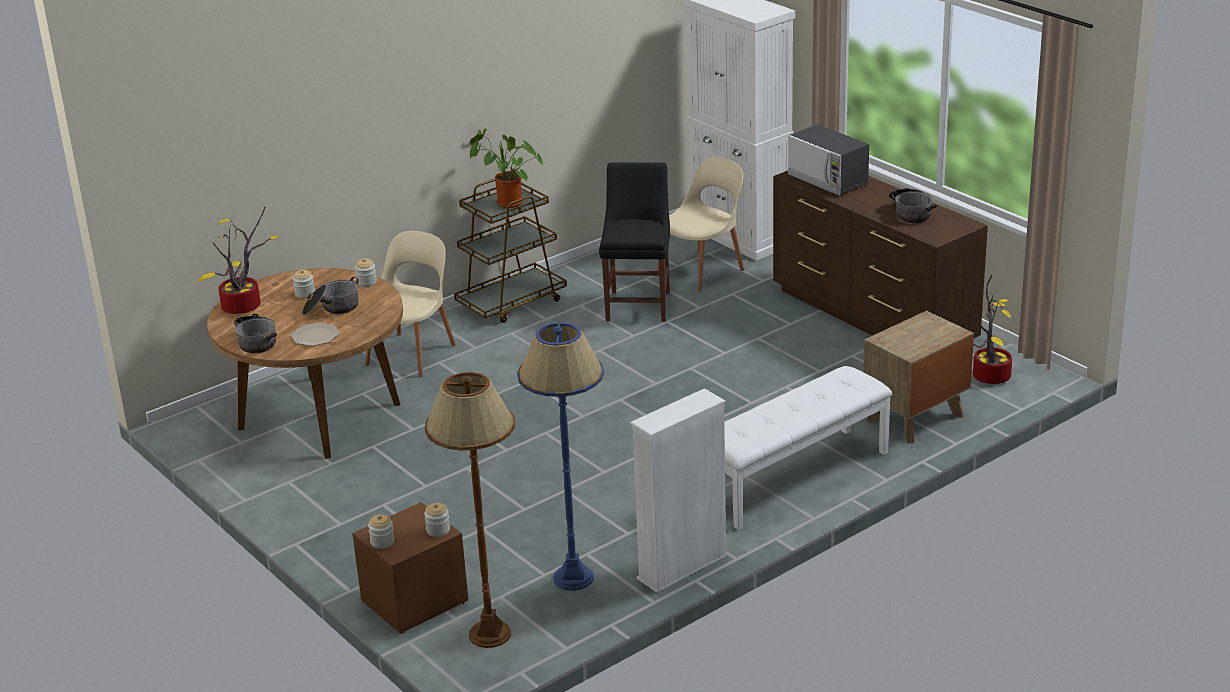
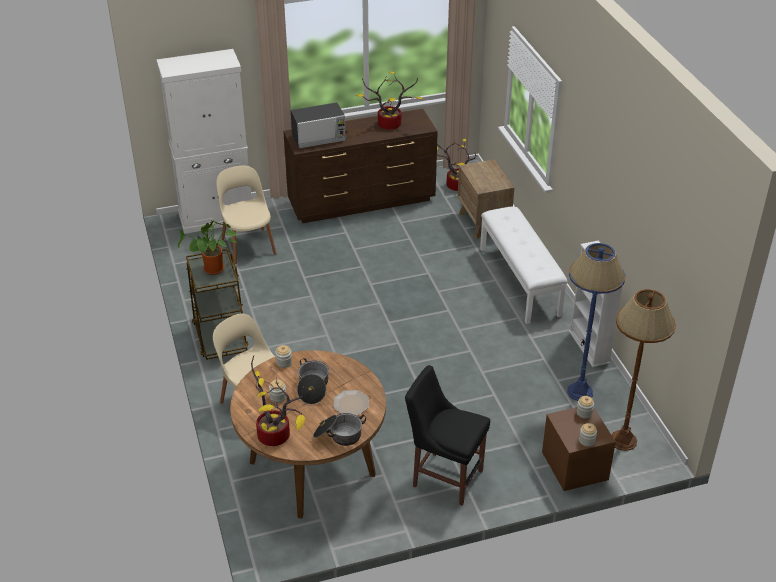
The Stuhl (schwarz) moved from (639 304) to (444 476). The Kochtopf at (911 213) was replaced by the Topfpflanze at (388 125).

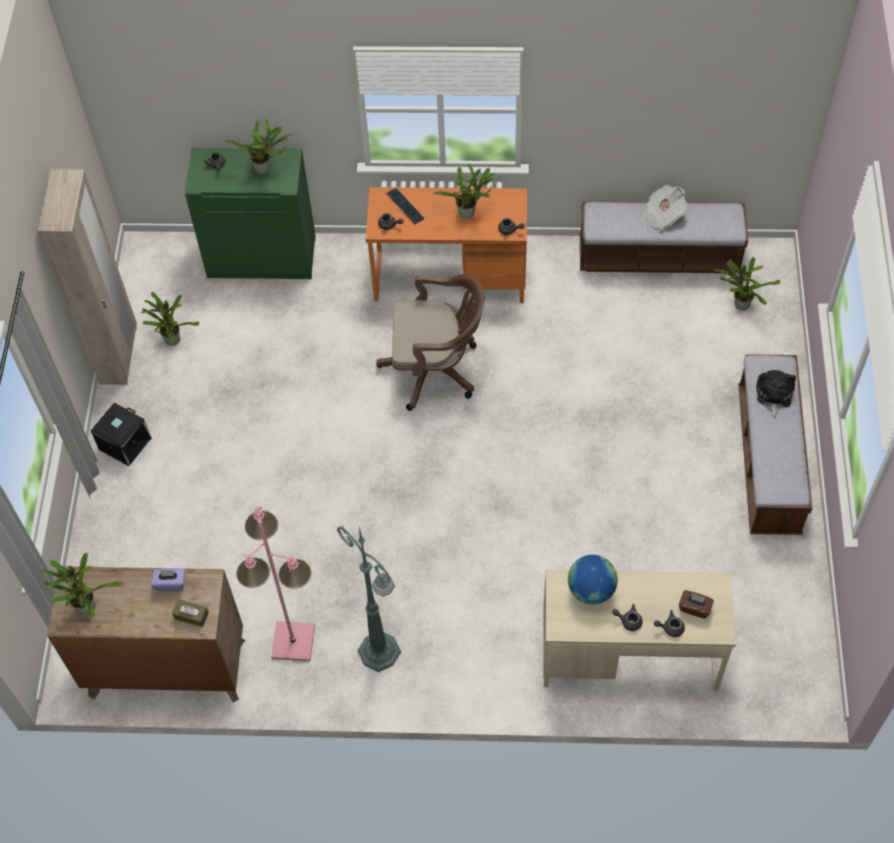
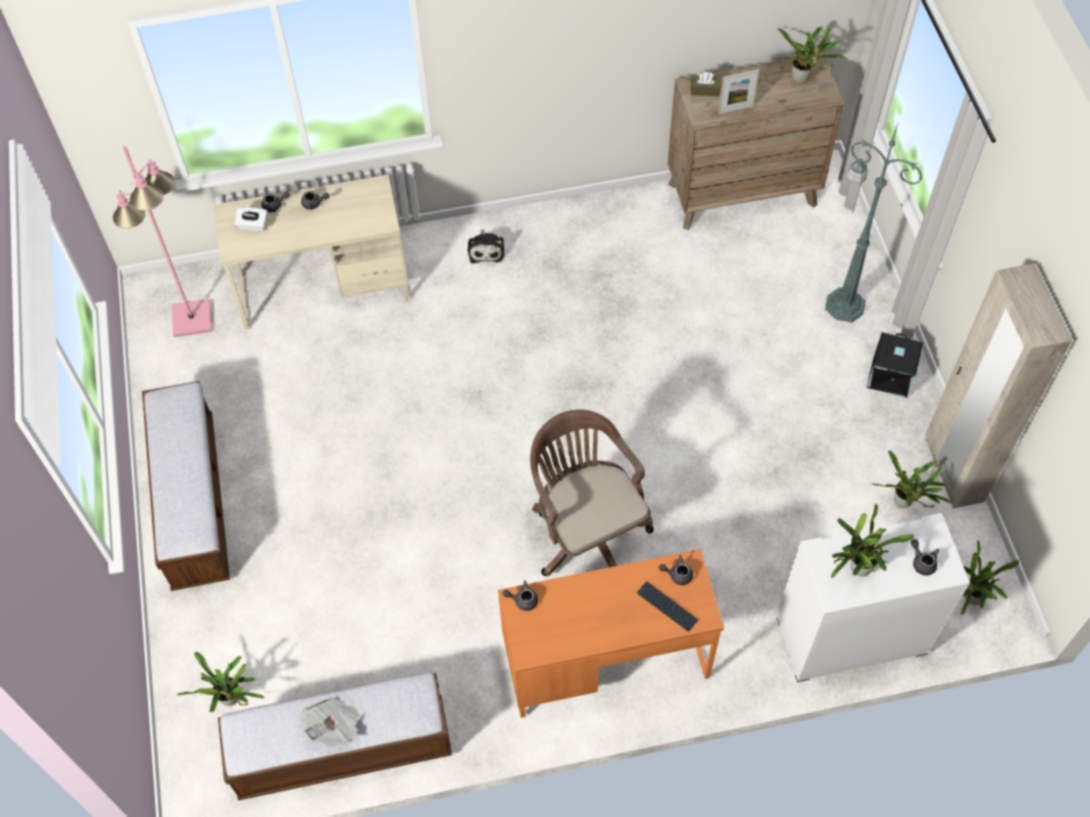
The Taschentuchbox (lila) at (170 583) was replaced by the Bilderrahmen at (735 109). The Schrank (grün) at (262 256) became the Schrank (weiß) at (851 636). The Stehlampe (rosa) moved from (294 641) to (191 319). The Stehlampe (grün) moved from (380 653) to (843 304). The Bürostuhl (braun) at (436 369) turned 75 degrees clockwise. The Topfpflanze moved from (469 213) to (971 599). The Globus at (590 590) disappeared. The Taschentuchbox (braun) at (694 608) became the Taschentuchbox (weiß) at (253 225). The Plüschtier moved from (773 395) to (486 250).

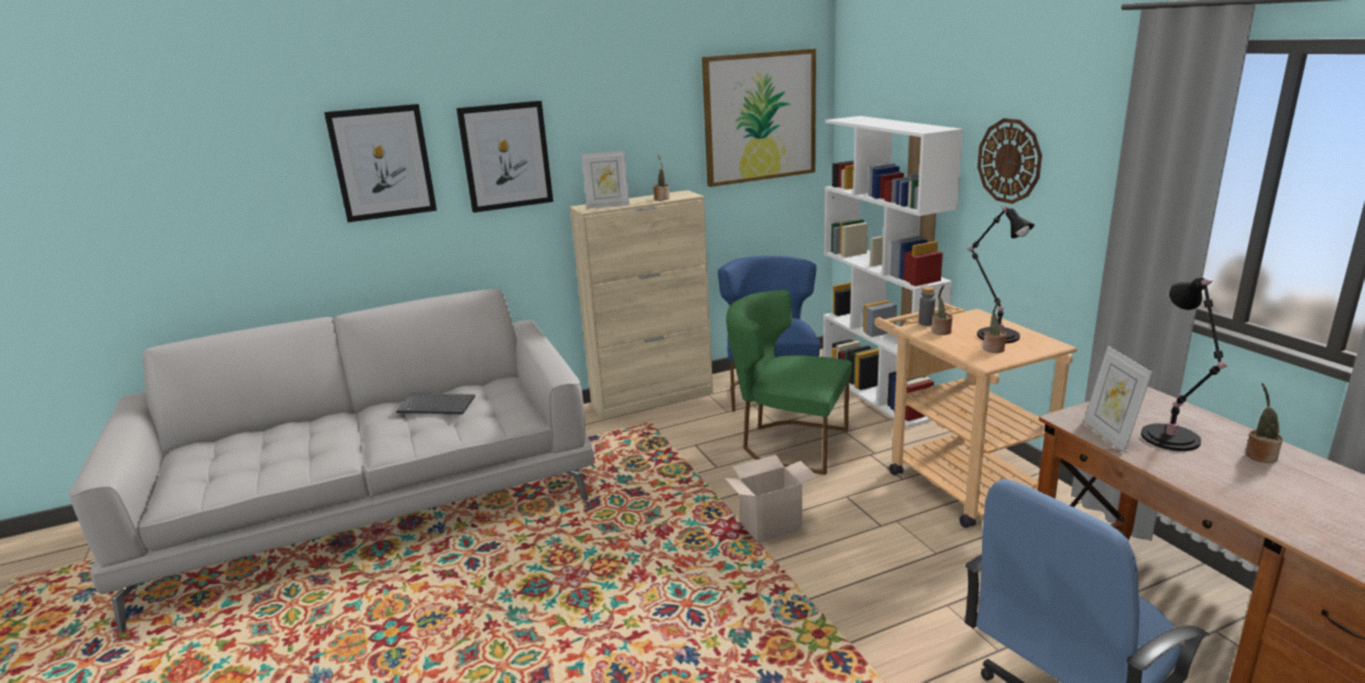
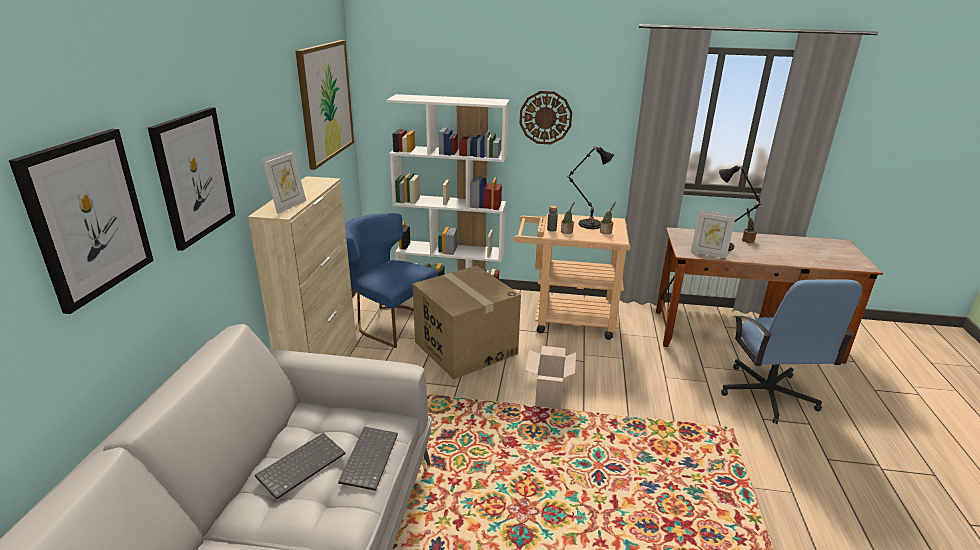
The Topfpflanze at (661 198) disappeared. The Stuhl (grün) at (788 444) was replaced by the Karton at (465 348). The Tastatur at (368 458) appeared.

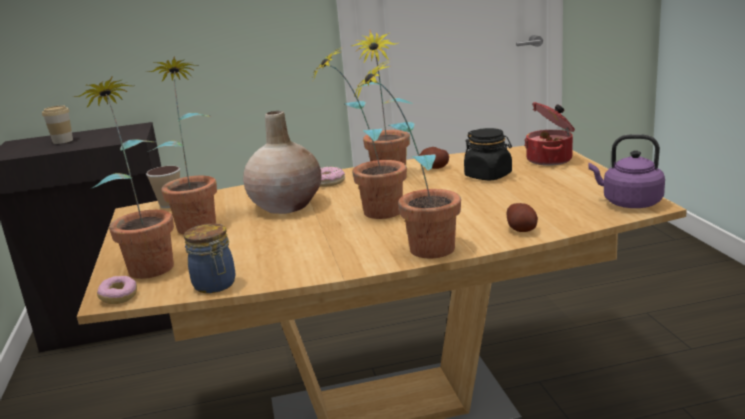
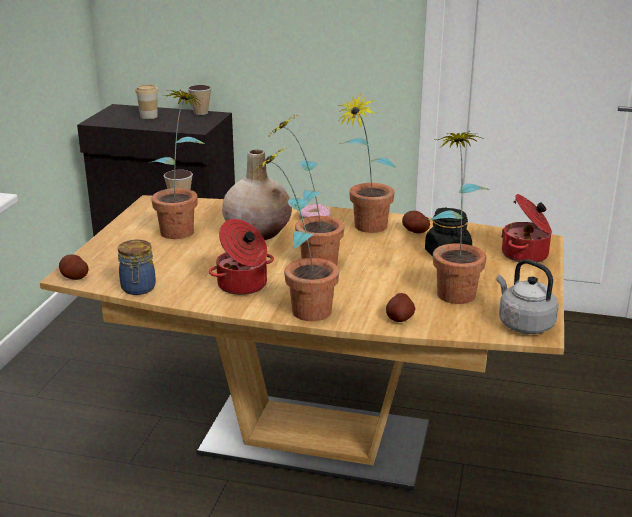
The Topfpflanze moved from (148 263) to (454 289). The Donut at (119 297) was replaced by the Kartoffel at (74 277). The Wasserkessel (lila) at (628 203) became the Wasserkessel (grau) at (523 324). The Tasse at (201 113) appeared. The Kochtopf at (243 285) appeared.

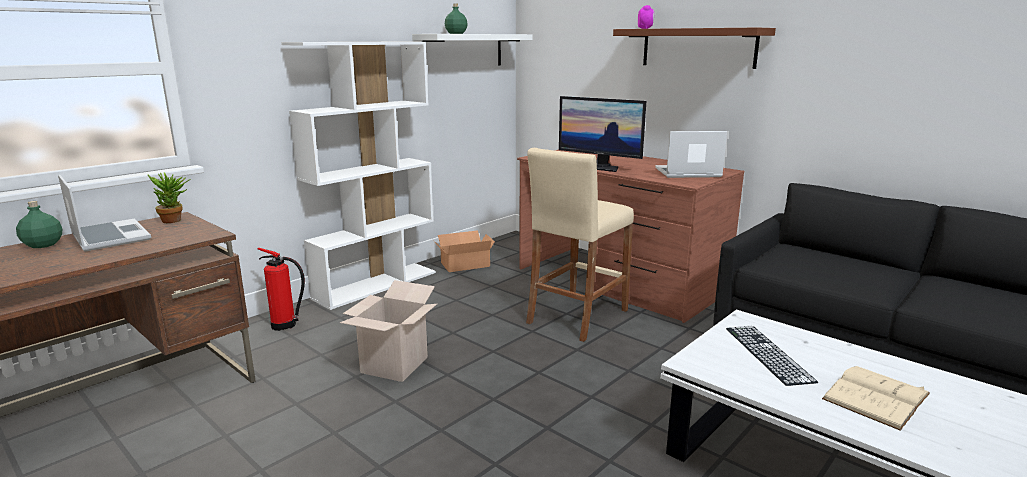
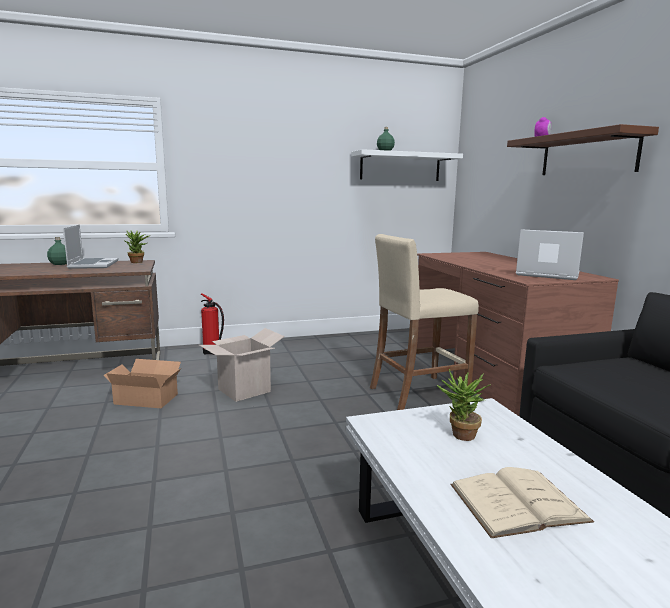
The Bücherregal (weiß) at (376 285) disappeared. The Karton moved from (463 264) to (146 398). The Monitor at (600 167) disappeared. The Tastatur at (767 354) was replaced by the Topfpflanze at (459 436).

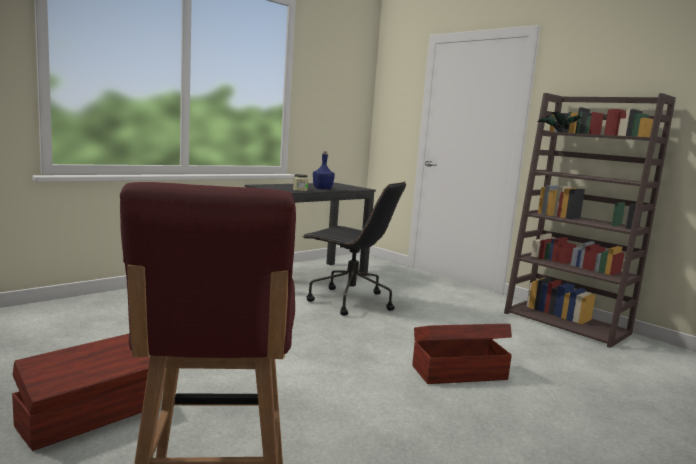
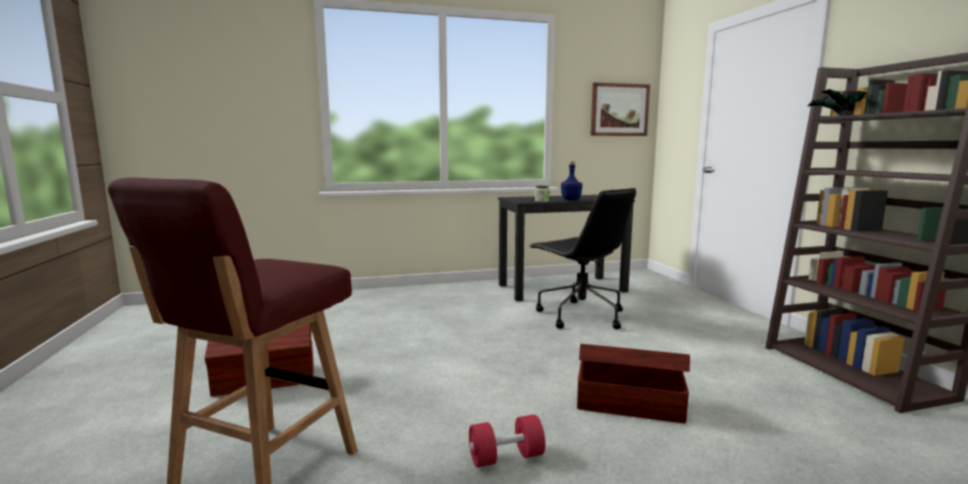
The Hantel (rot) at (506 457) appeared. The Bild at (619 110) appeared.

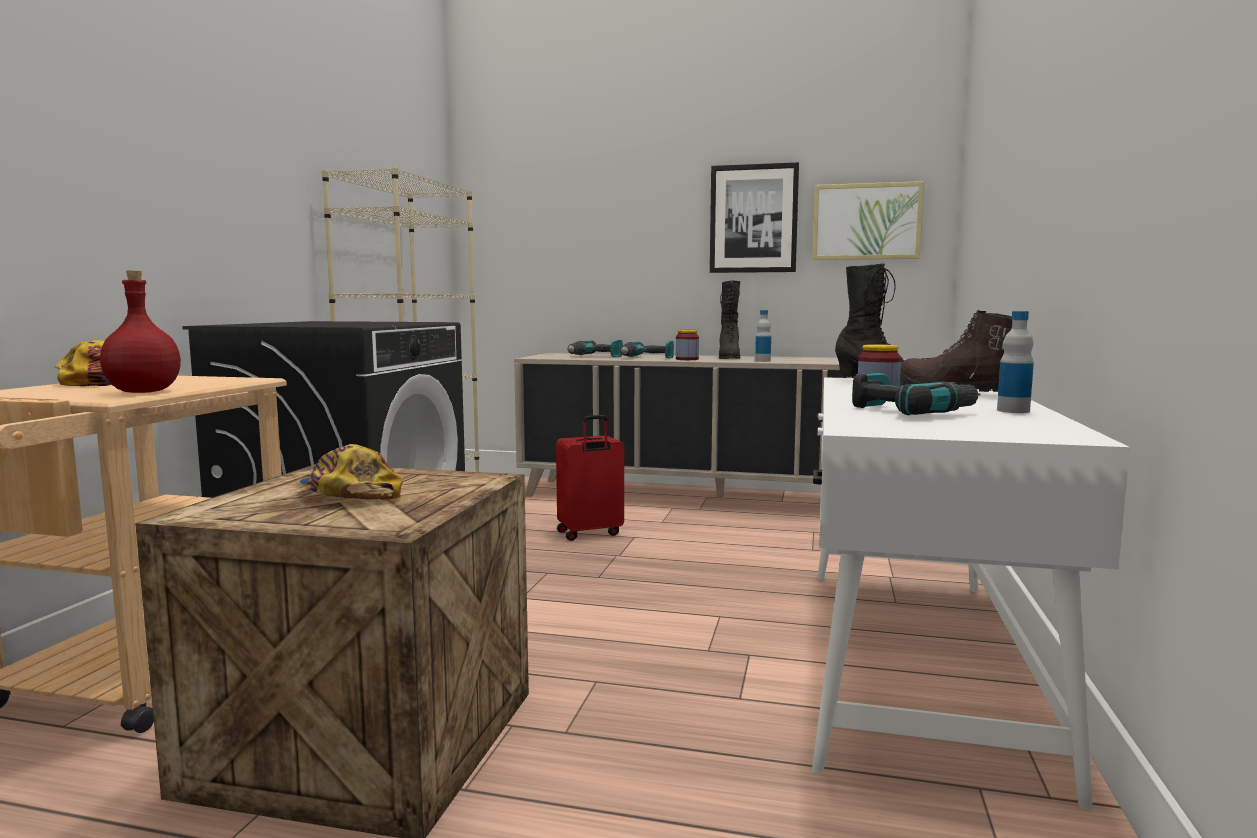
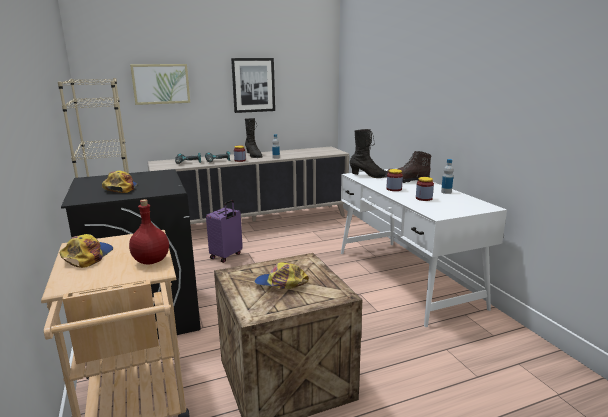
The Koffer (rot) at (590 533) became the Koffer (lila) at (226 256). The Bild moved from (866 222) to (161 84). The Bohrmaschine at (911 411) was replaced by the Vorratsglas at (424 198). The Kappe at (120 188) appeared.

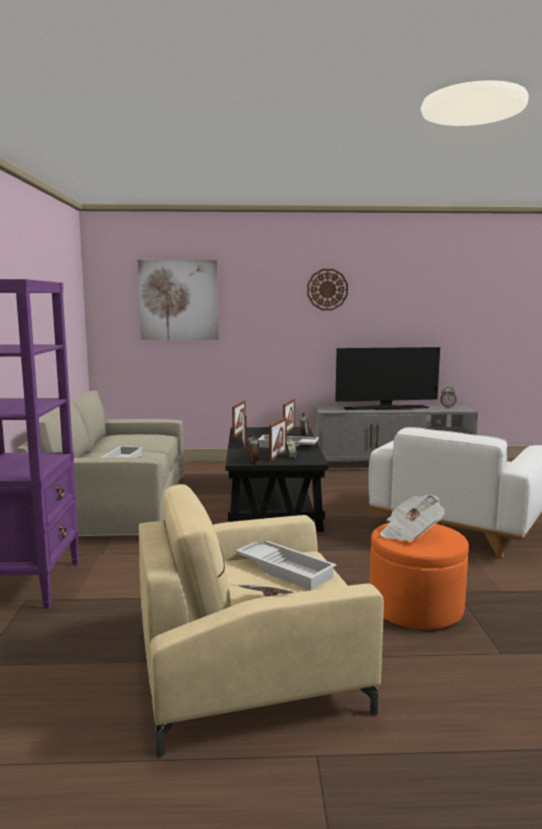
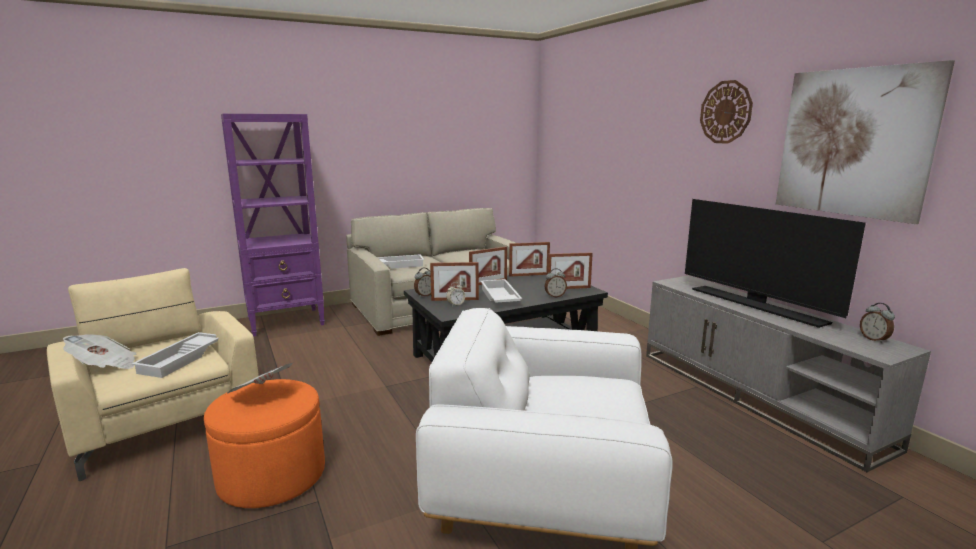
The Bild moved from (178 300) to (853 142).

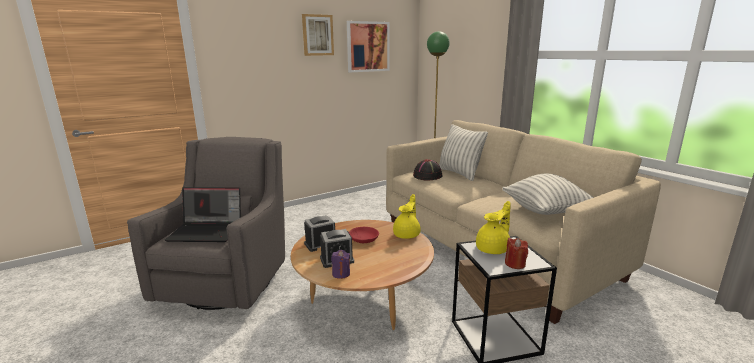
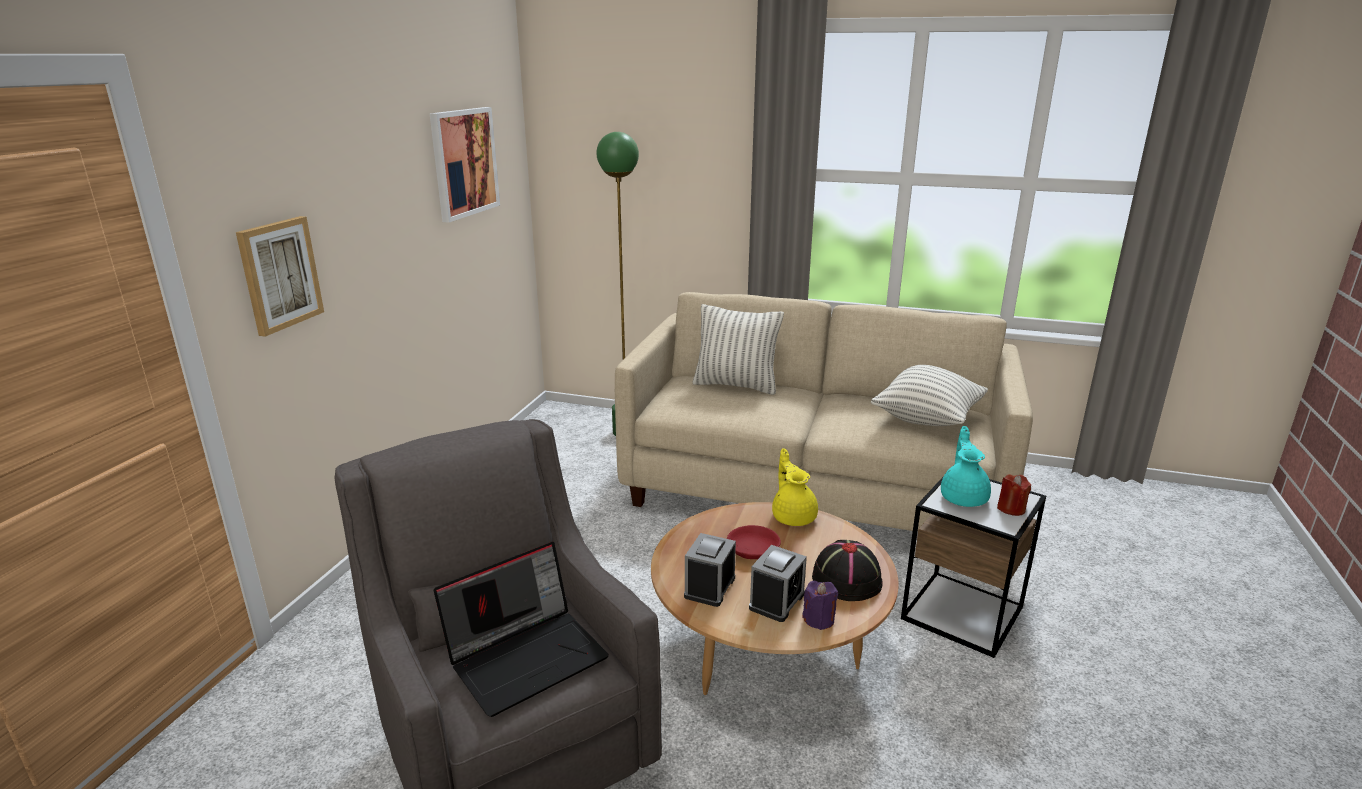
The Bild moved from (317 35) to (279 274). The Hut (schwarz) moved from (427 176) to (846 579). The Teekanne (gelb) at (493 249) became the Teekanne (türkis) at (963 497).

